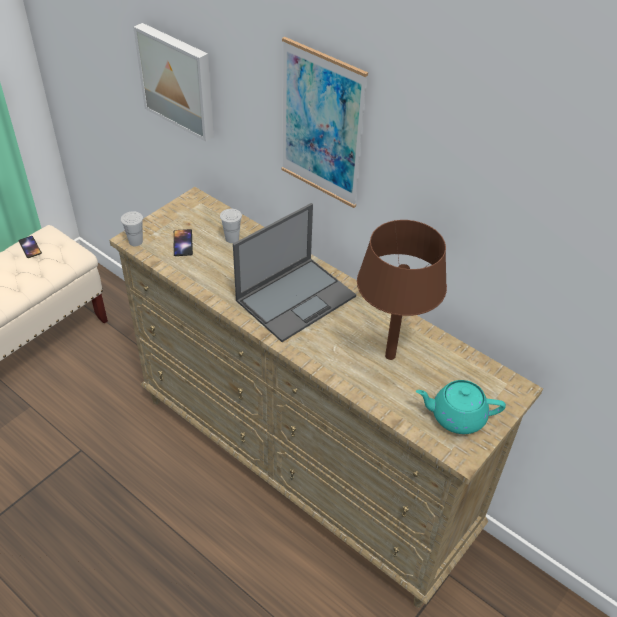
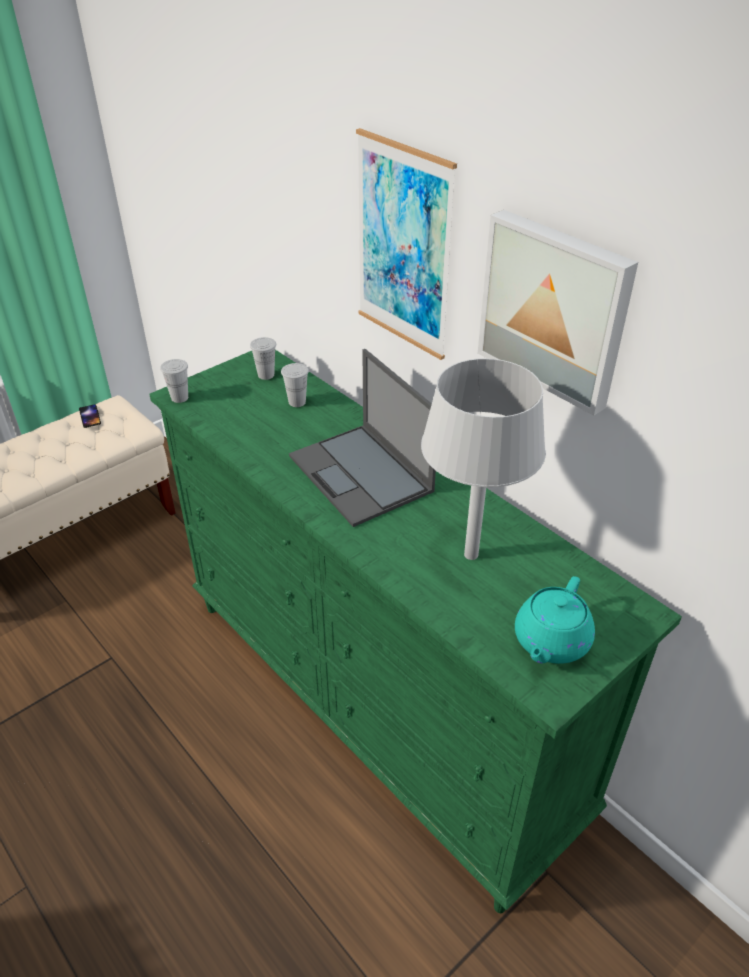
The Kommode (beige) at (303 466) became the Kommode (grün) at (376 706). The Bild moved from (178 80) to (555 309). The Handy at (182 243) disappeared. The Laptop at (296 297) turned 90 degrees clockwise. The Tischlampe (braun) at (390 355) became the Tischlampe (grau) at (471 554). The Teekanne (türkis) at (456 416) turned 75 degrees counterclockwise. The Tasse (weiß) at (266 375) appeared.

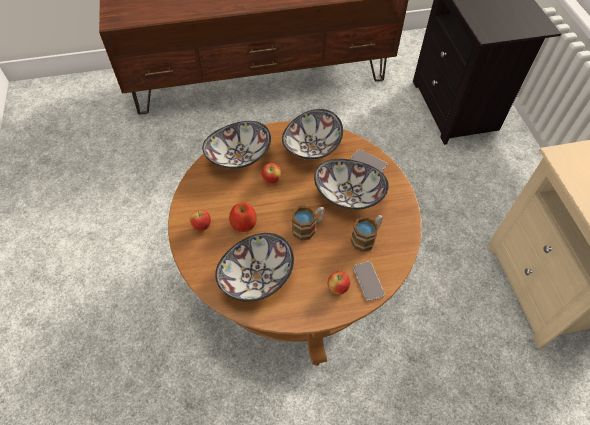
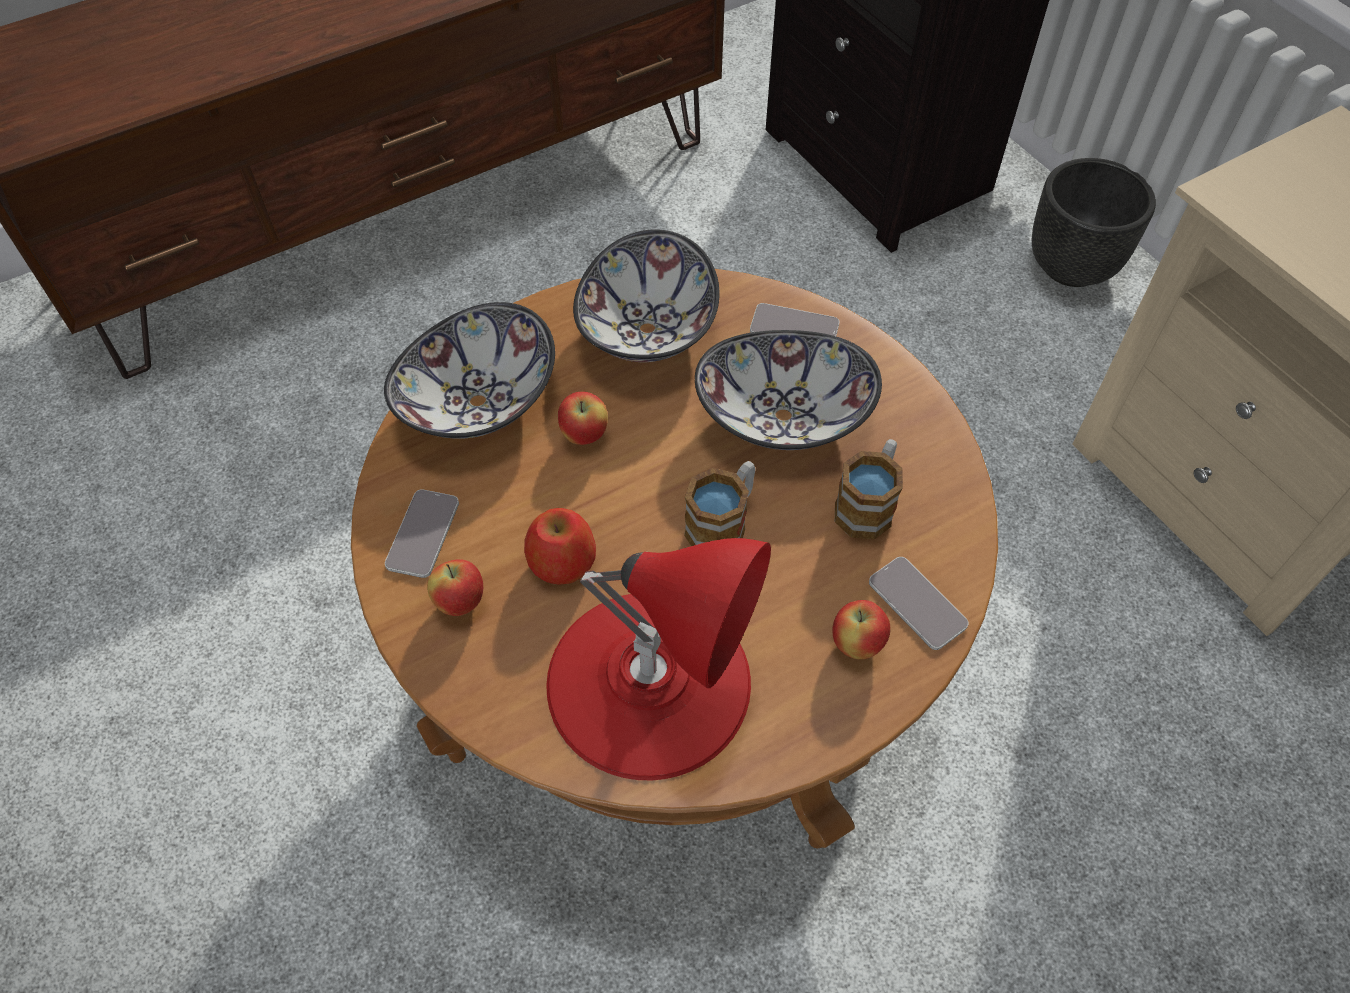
The Schüssel at (256 276) was replaced by the Tischlampe (rot) at (649 681). The Handy at (423 534) appeared. The Pflanzkübel (schwarz) at (1072 266) appeared.

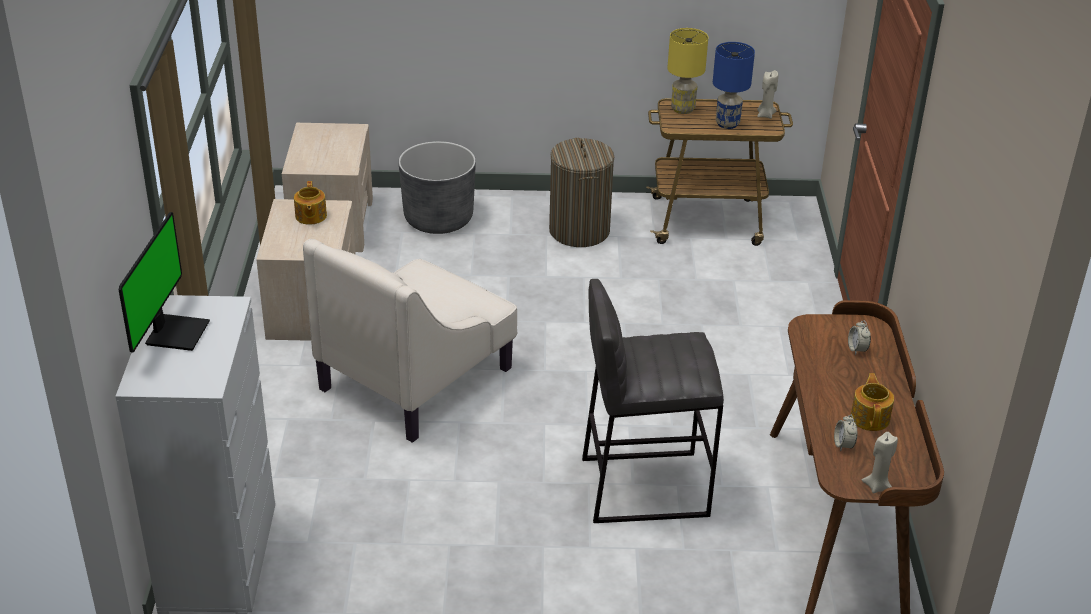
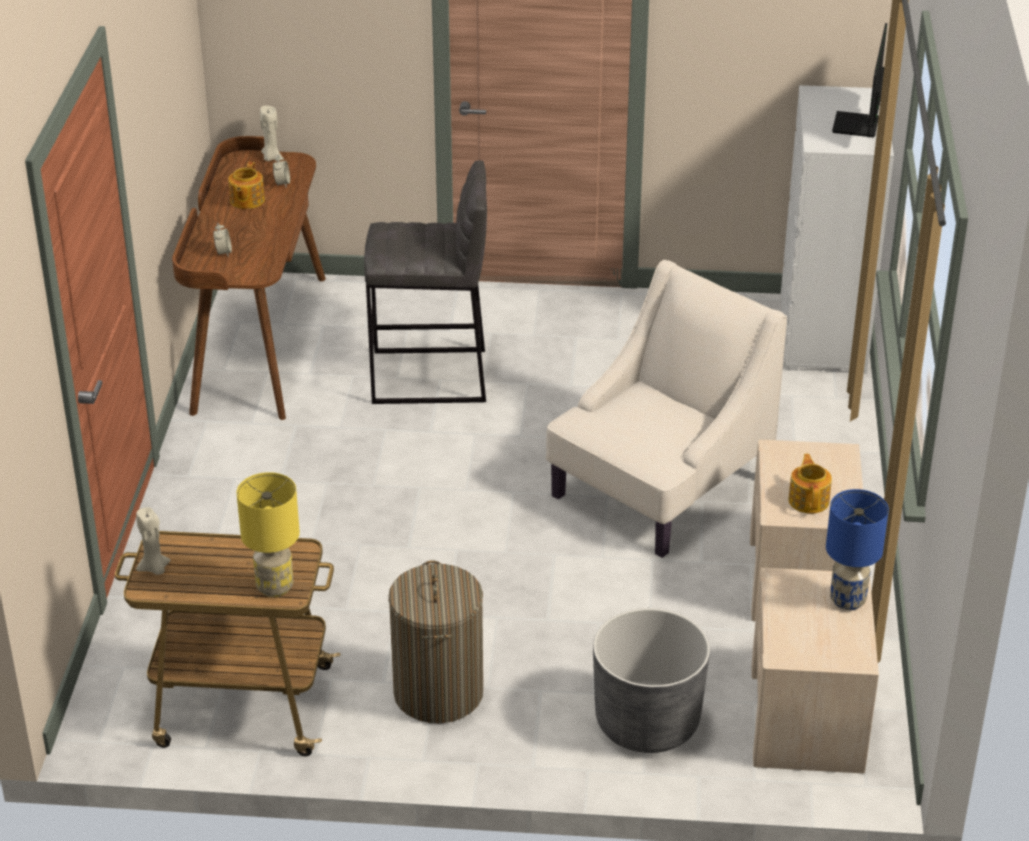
The Tischlampe (blau) moved from (728 124) to (846 600).

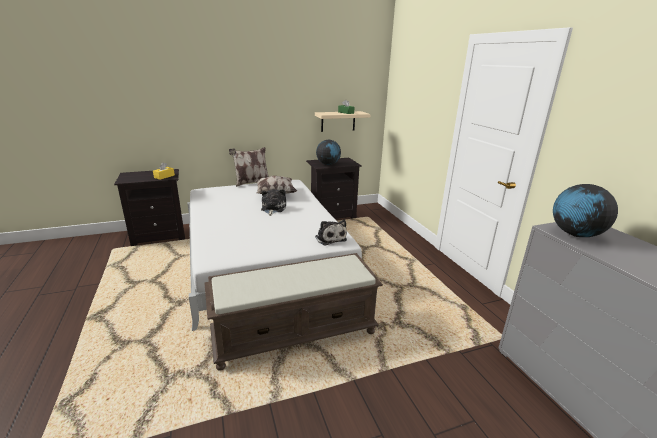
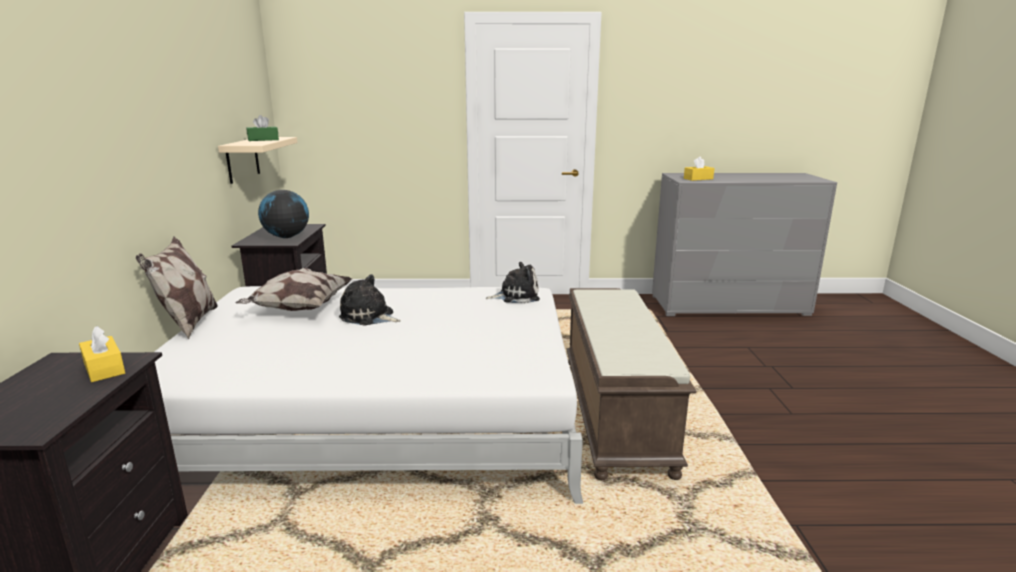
The Globus at (575 234) was replaced by the Taschentuchbox (gelb) at (698 179).

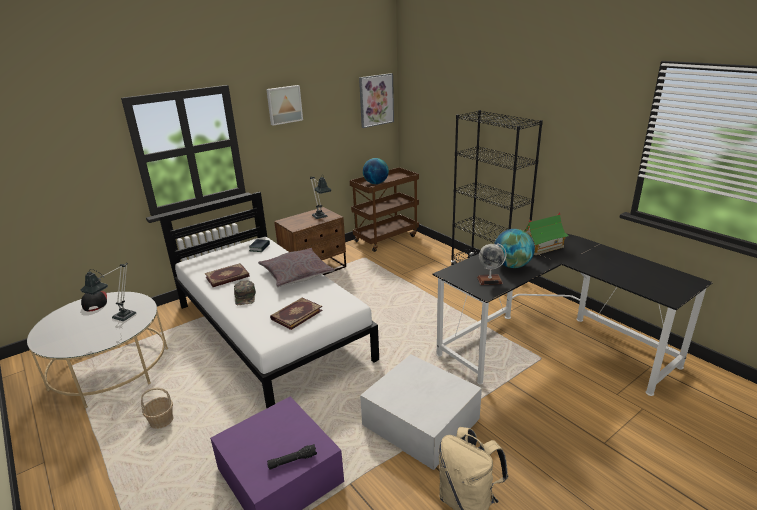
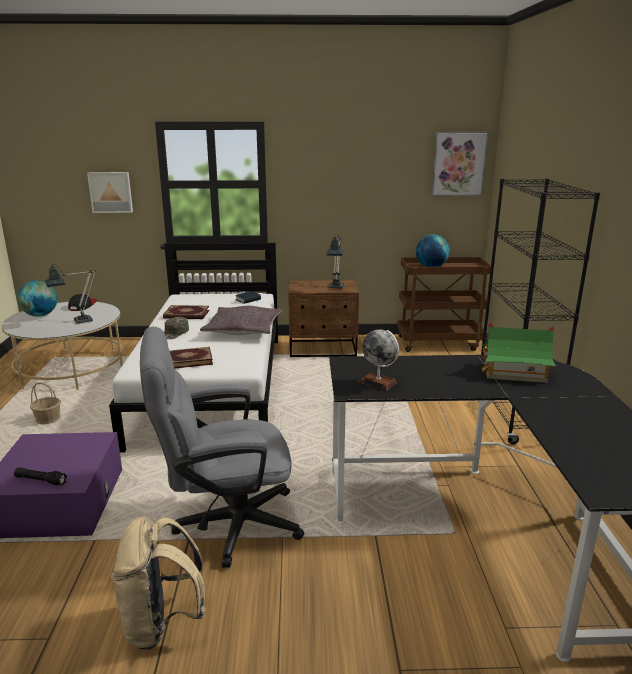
The Bild moved from (284 104) to (111 192). The Aufbewahrungsbox (weiß) at (420 422) was replaced by the Bürostuhl (grau) at (226 524). The Globus moved from (512 265) to (40 315).

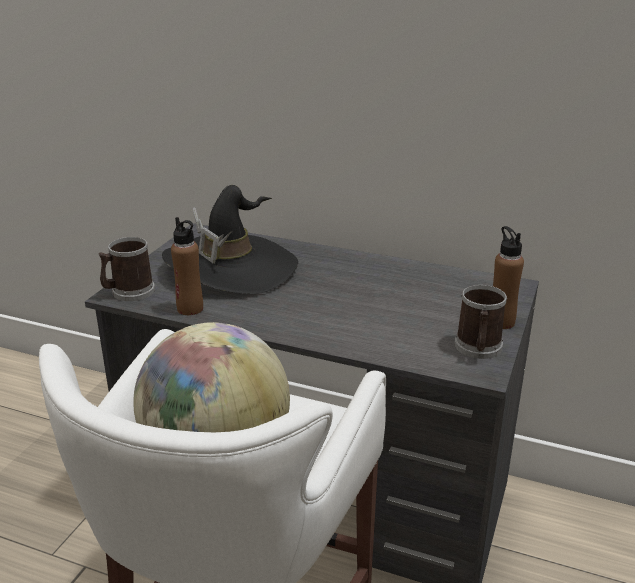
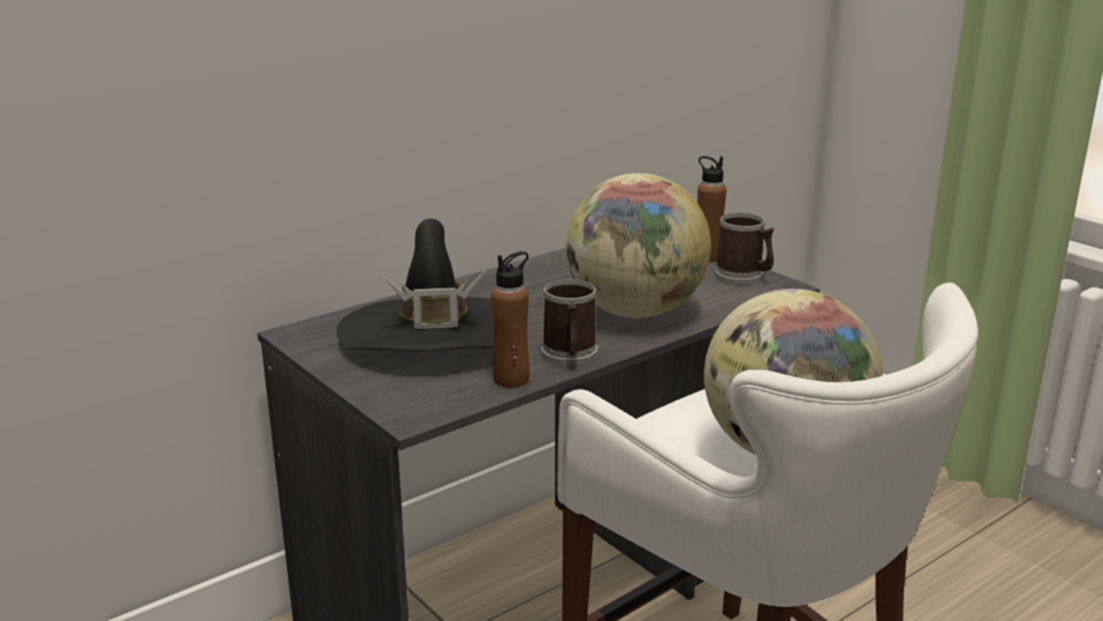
The Henkelbecher moved from (128 292) to (570 356). The Globus at (635 312) appeared.

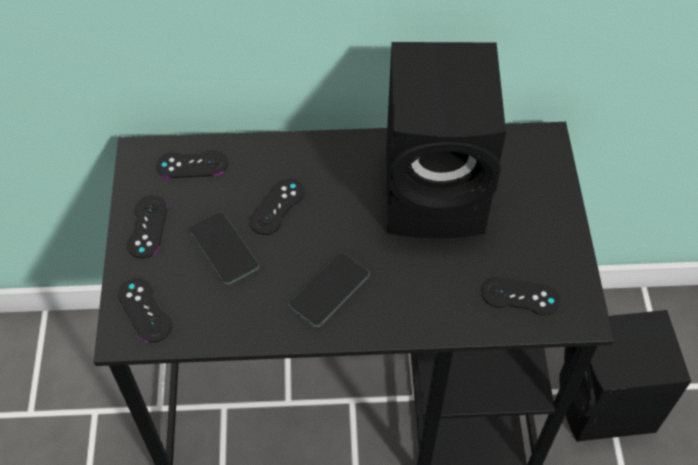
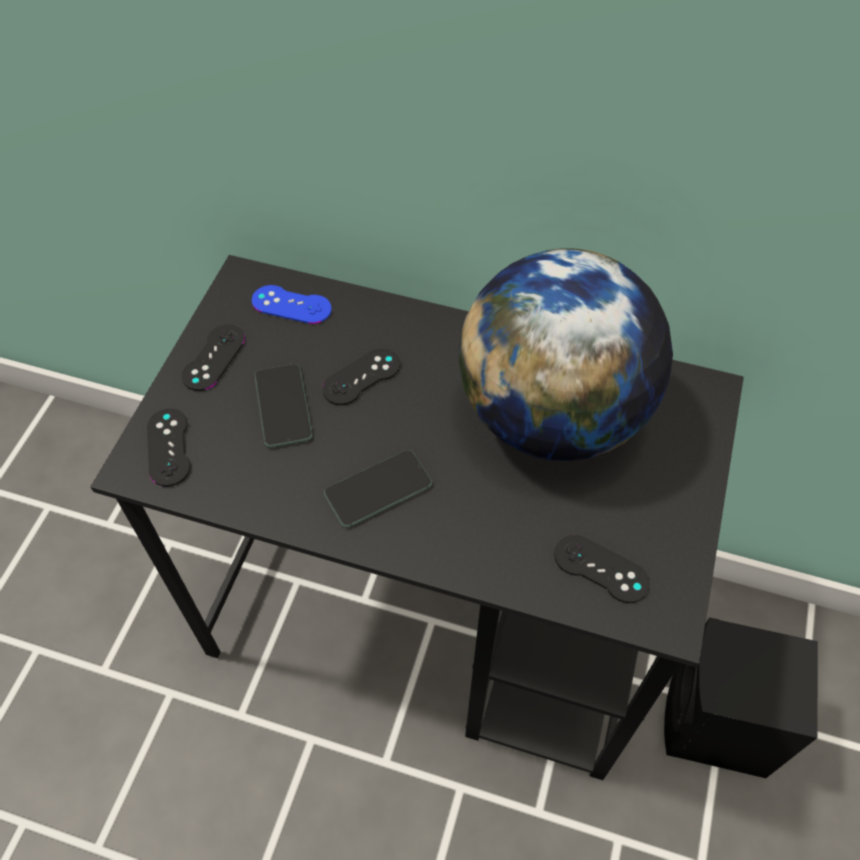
The Gamepad (schwarz) at (192 164) became the Gamepad (blau) at (291 305). The Lautsprecher (schwarz) at (438 193) was replaced by the Globus at (553 415).

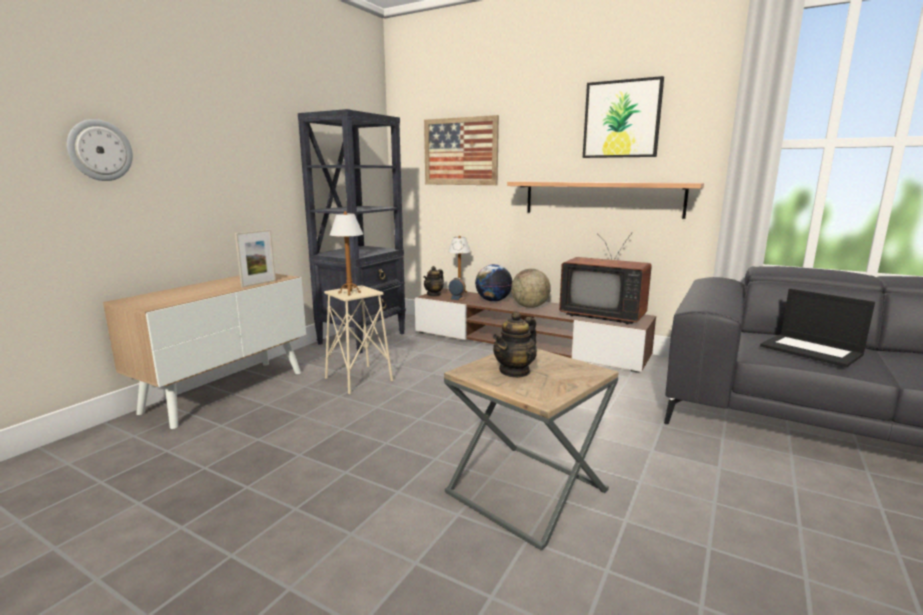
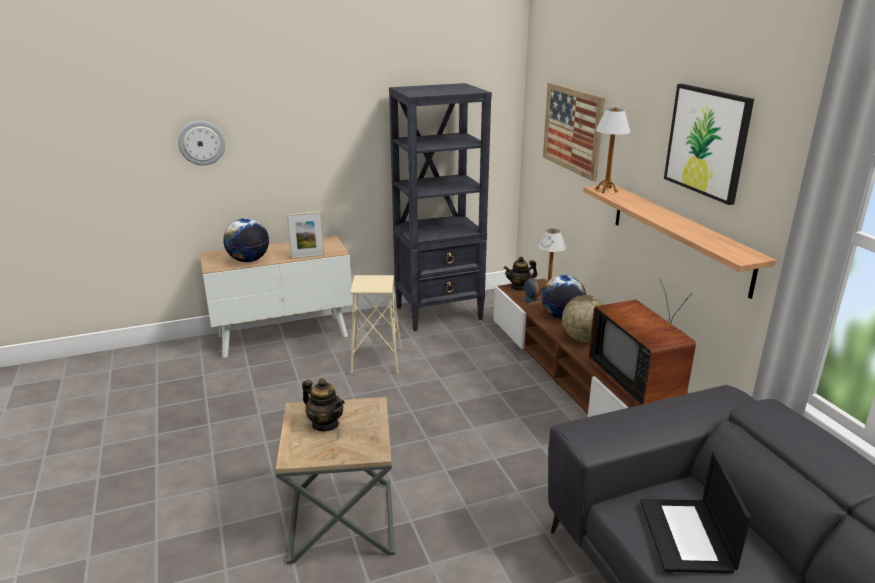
The Tischlampe moved from (349 293) to (606 190). The Teekanne at (515 371) turned 135 degrees counterclockwise. The Globus at (248 260) appeared.

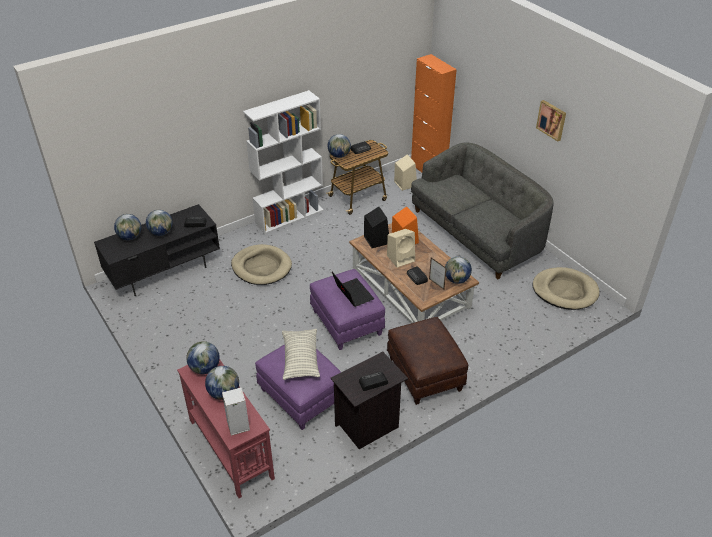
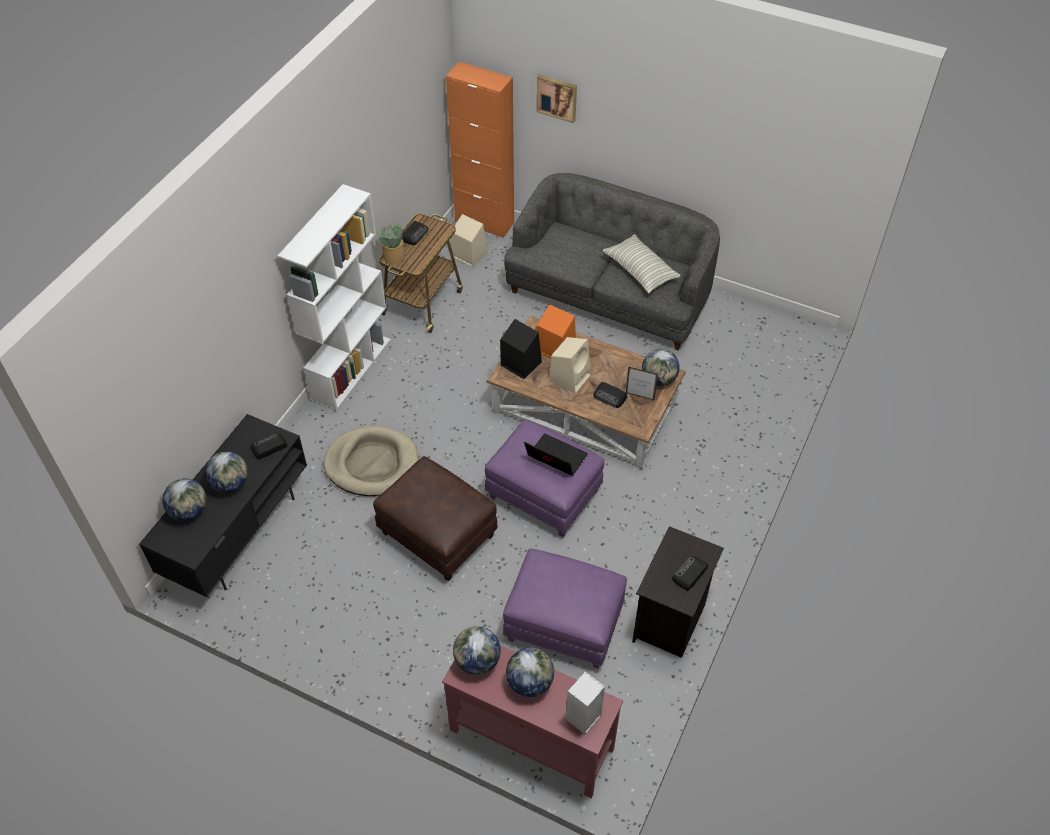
The Kissen moved from (300 360) to (640 271). The Globus at (339 155) was replaced by the Topfpflanze at (393 257). The Polsterhocker (braun) moved from (424 374) to (436 534). The Hundebett (beige) at (565 291) disappeared. The Bild moved from (552 120) to (557 97).

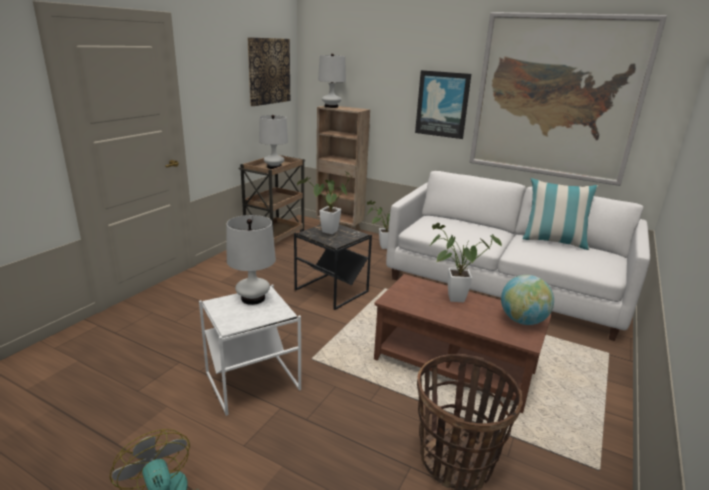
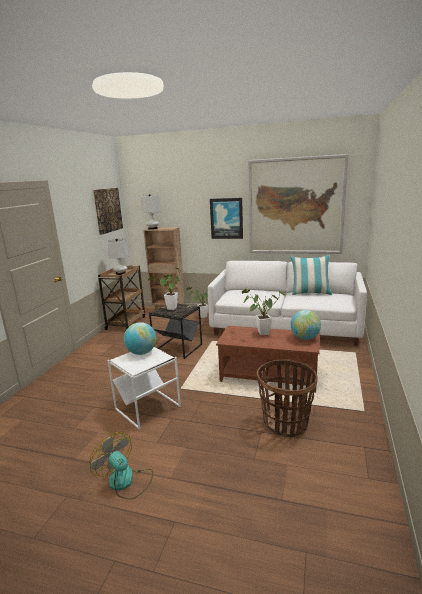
The Tischlampe (weiß) at (253 298) was replaced by the Globus at (141 353).

